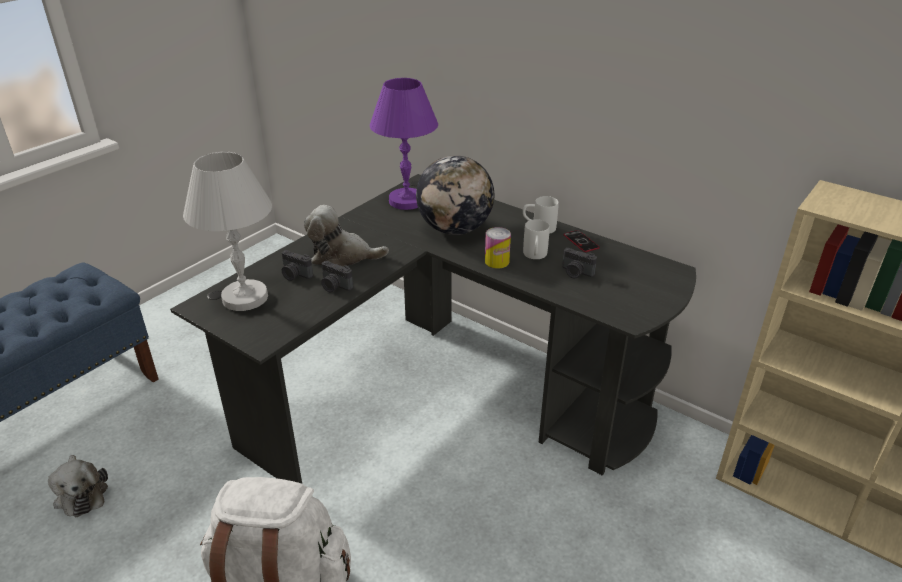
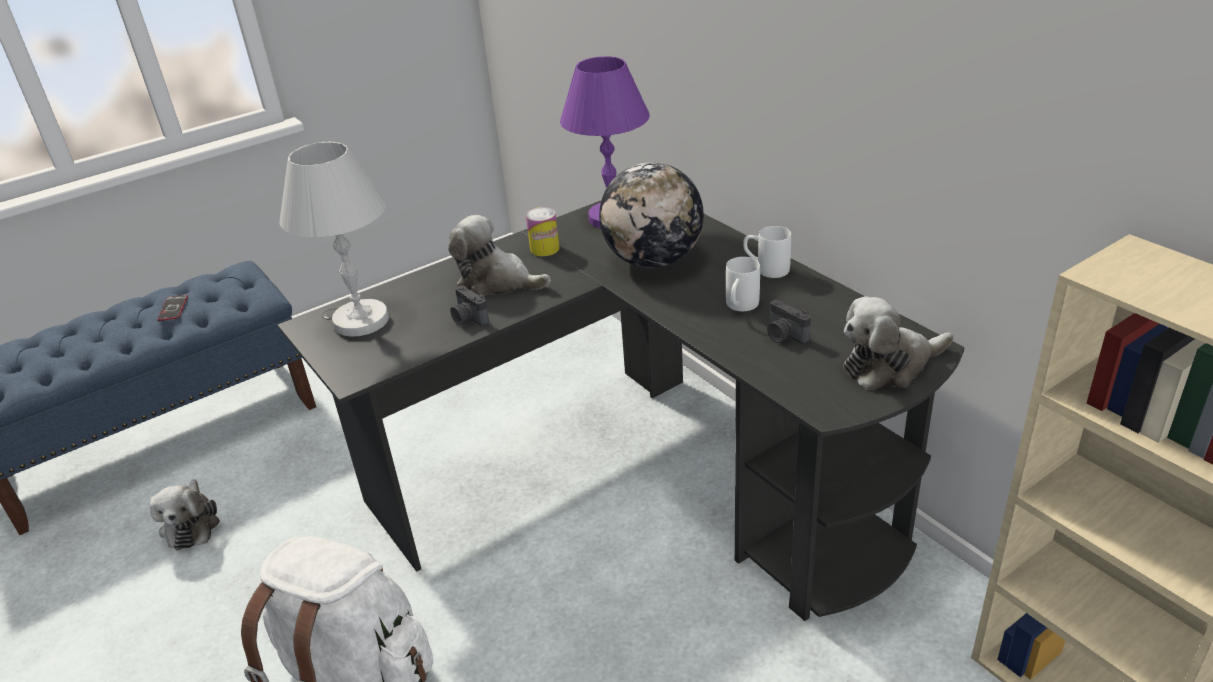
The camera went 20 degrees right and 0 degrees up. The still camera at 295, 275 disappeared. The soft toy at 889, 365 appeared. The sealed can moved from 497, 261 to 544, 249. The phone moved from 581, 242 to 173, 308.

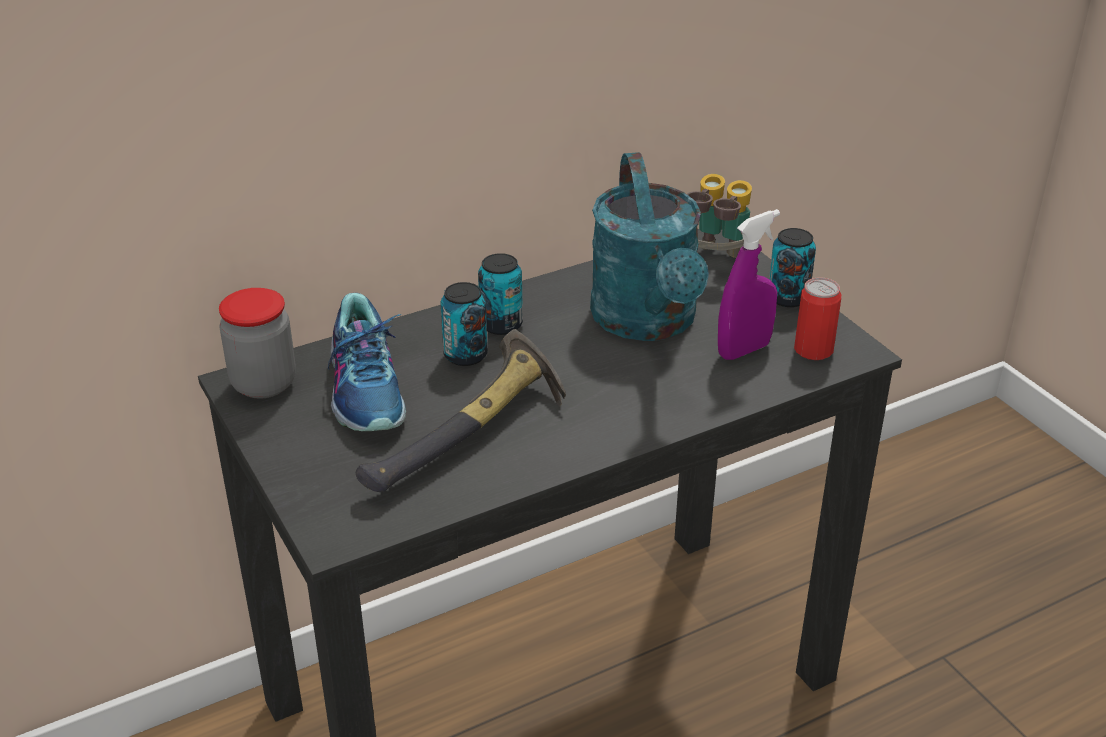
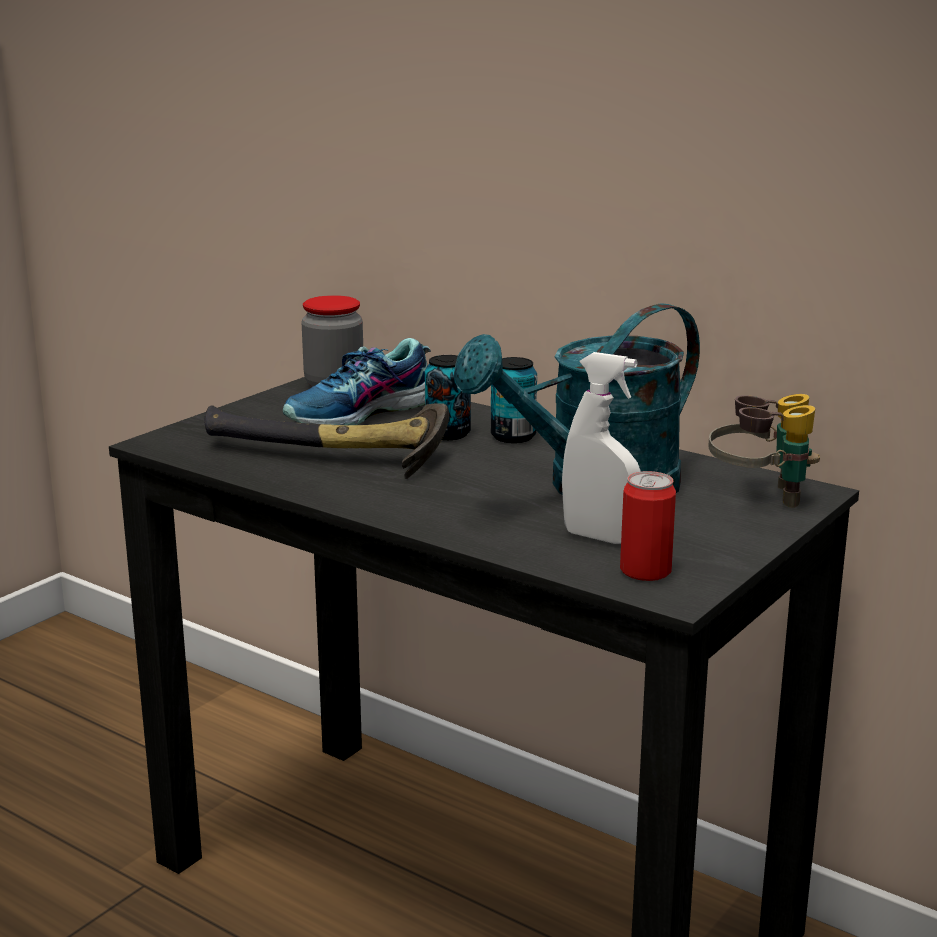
The camera went 65 degrees right and 15 degrees down. The sealed can at 788, 297 disappeared. The hand sprayer/purple-coloured at 744, 350 became the hand sprayer/white-coloured at 599, 537.

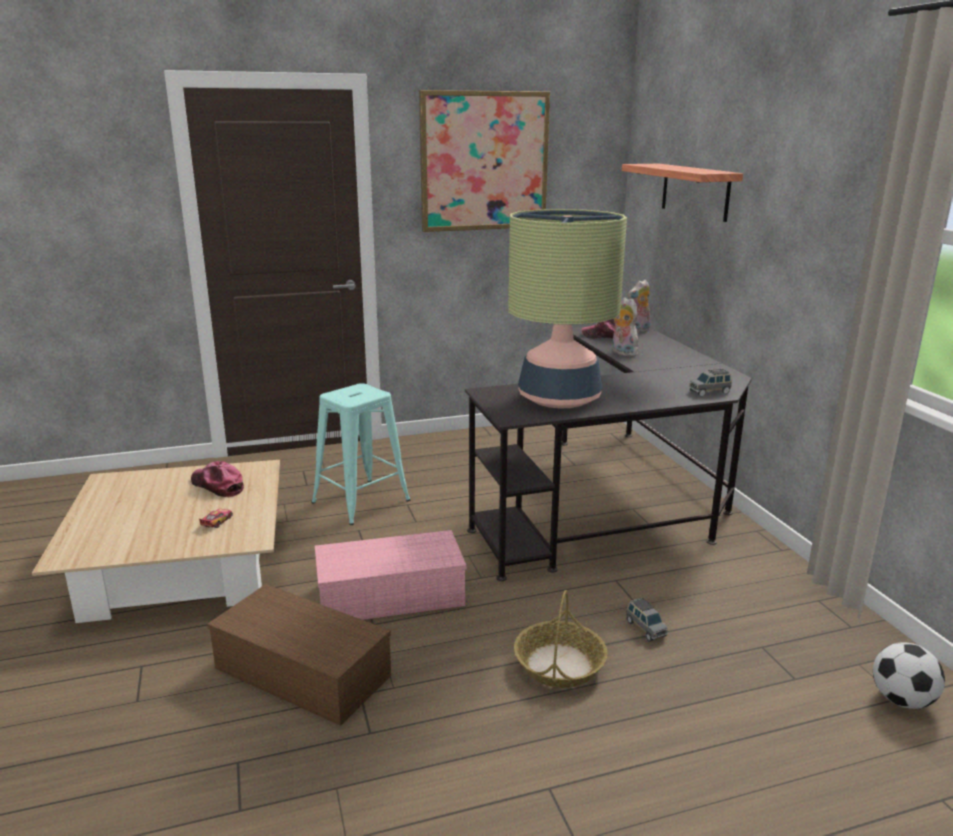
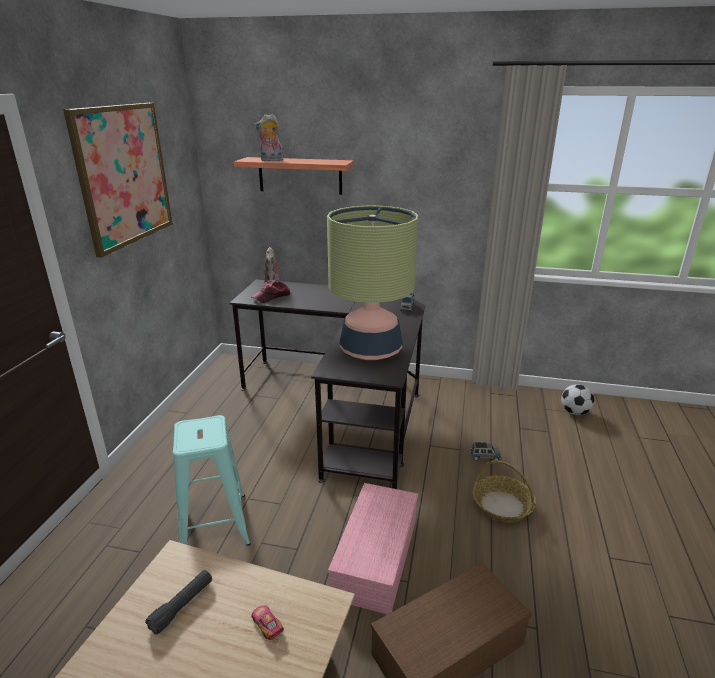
The camera went 60 degrees left and 5 degrees up. The soft toy moved from 622, 353 to 271, 160. The cap at 217, 486 was replaced by the torch/blackish at 182, 606.

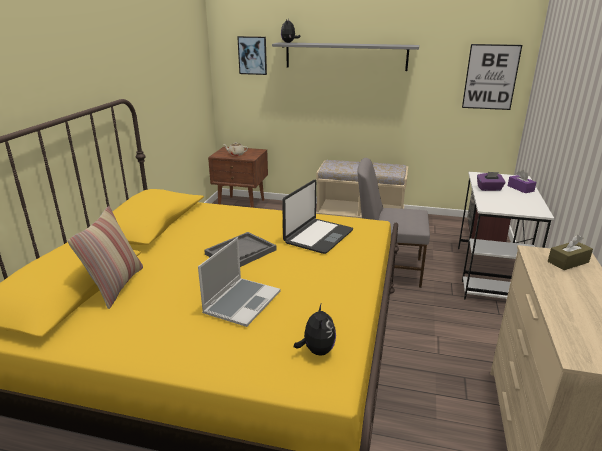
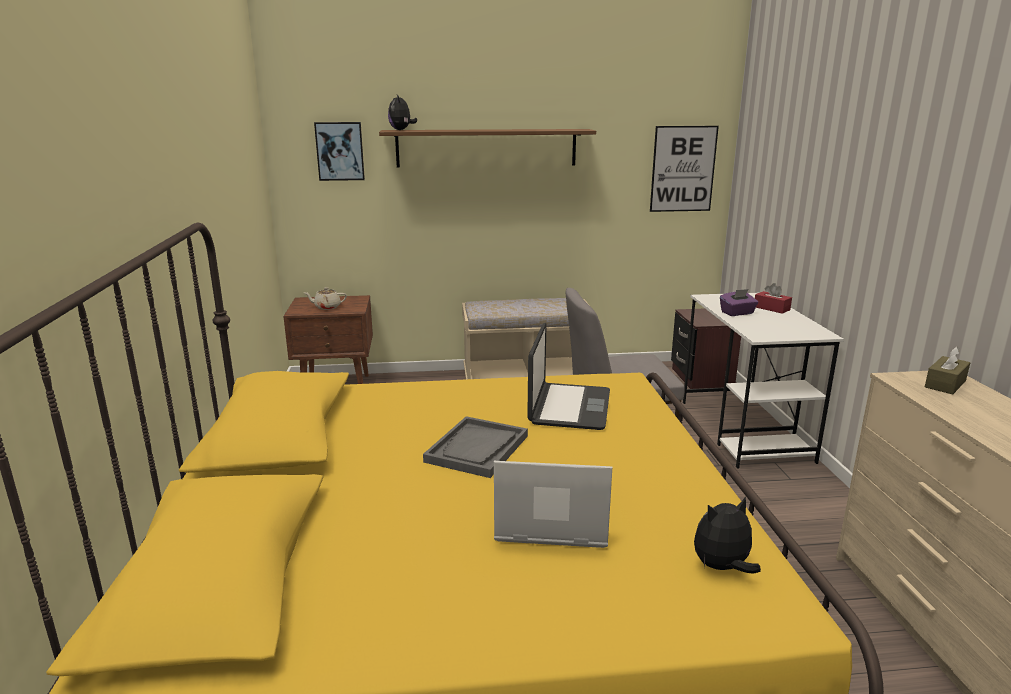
The camera went 20 degrees left and 5 degrees down. The pillow at 116, 286 disappeared. The shelf/grey at 345, 56 became the shelf/brown-coloured at 486, 148. The box of tissues/purple-coloured at 520, 188 became the box of tissues/red at 771, 308. The notebook computer at 242, 302 turned 90 degrees counterclockwise. The soft toy at 317, 350 turned 90 degrees counterclockwise.

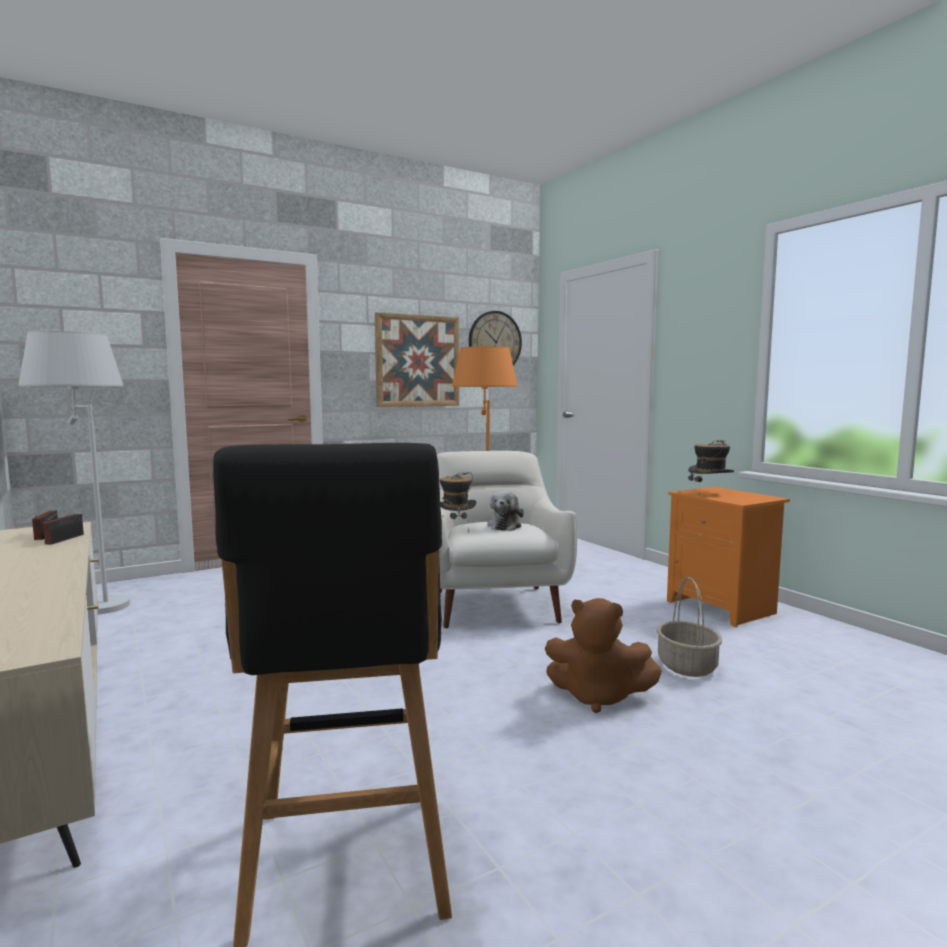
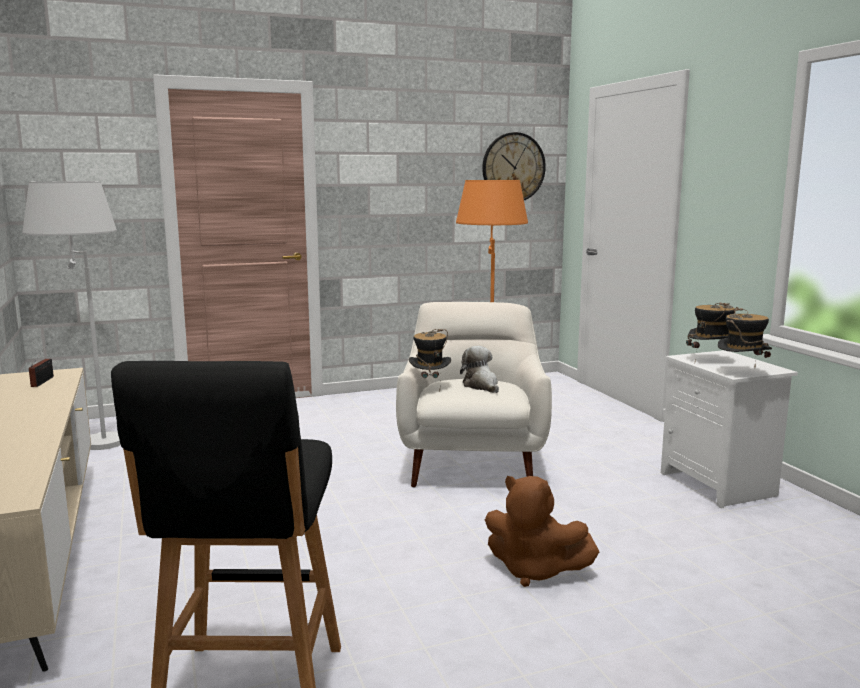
The camera went 10 degrees right and 5 degrees up. The radio at 67, 538 disappeared. The wall picture at 417, 361 disappeared. The household basket at 686, 665 disappeared. The hat at 742, 372 appeared. The nightstand/orangey at 723, 608 became the nightstand/white-coloured at 720, 485. The soft toy at 505, 526 turned 135 degrees clockwise.

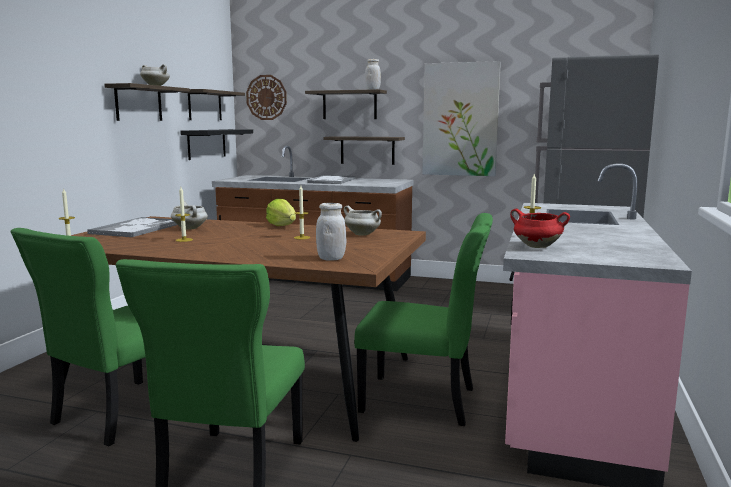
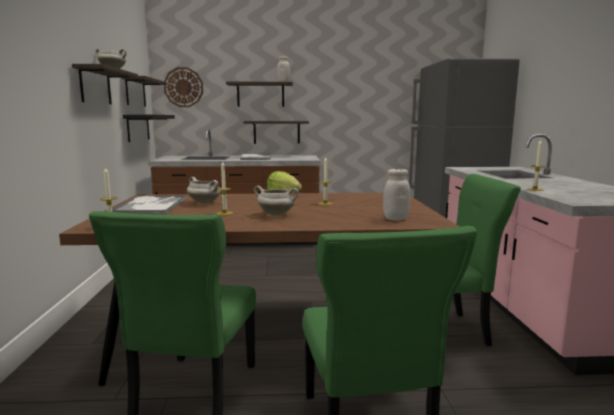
The camera went 20 degrees left and 0 degrees up. The wall picture at 460, 119 disappeared. The stockpot/red at 536, 247 disappeared. The stockpot/white-coloured moved from 363, 234 to 277, 214.

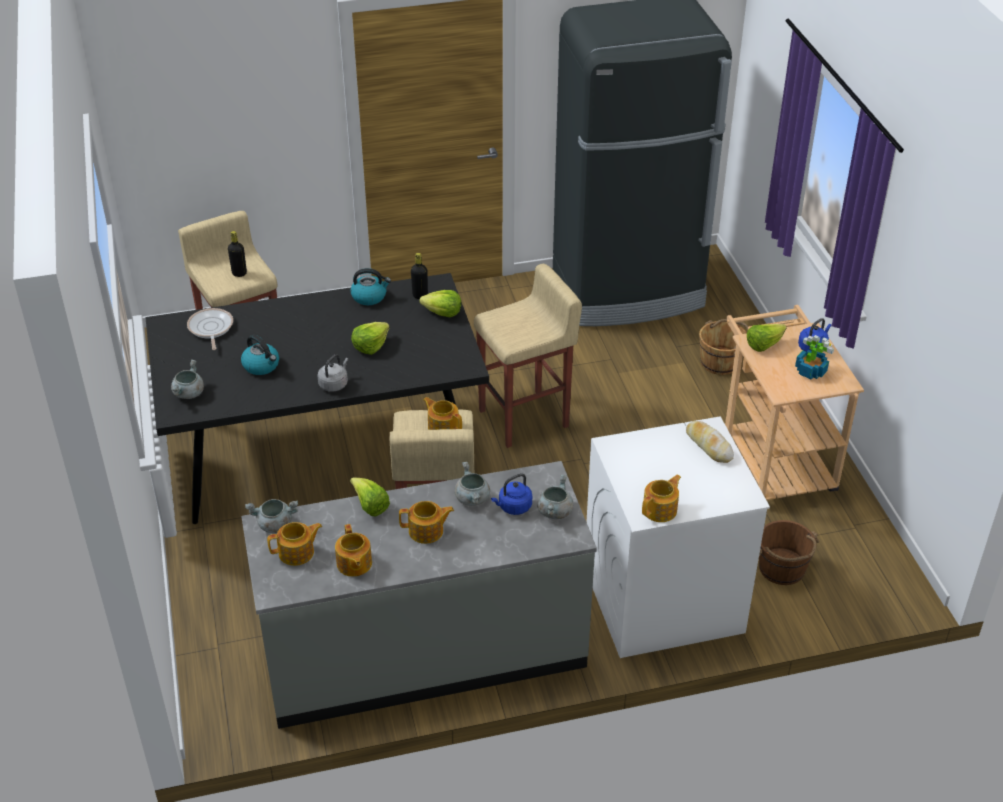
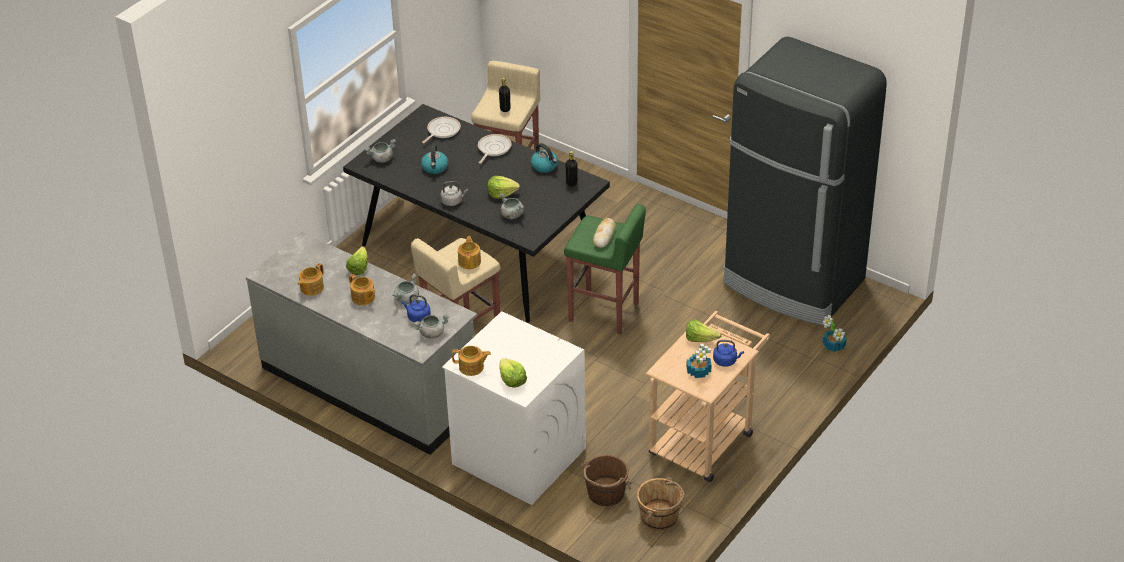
The camera went 50 degrees right and 0 degrees up. The pot for tea at 297, 553 disappeared. The frying pan at 493, 149 appeared. The houseplant at 834, 346 appeared. The stockpot/grey moved from 274, 525 to 511, 215. The lettuce head moved from 443, 313 to 512, 380. The baked bread moved from 708, 445 to 604, 236. The water bucket/brown-coloured moved from 721, 362 to 660, 517. The stool/sand-coloured at 525, 418 became the stool/greenish at 604, 313.

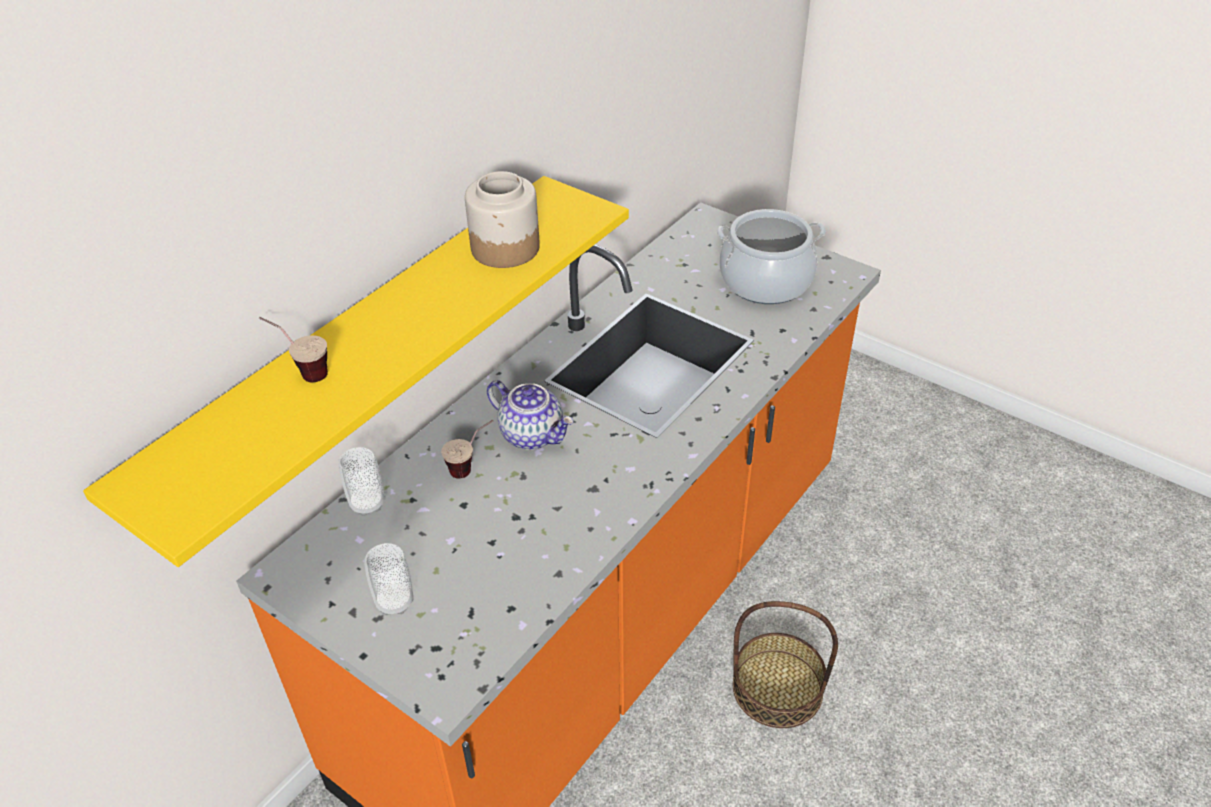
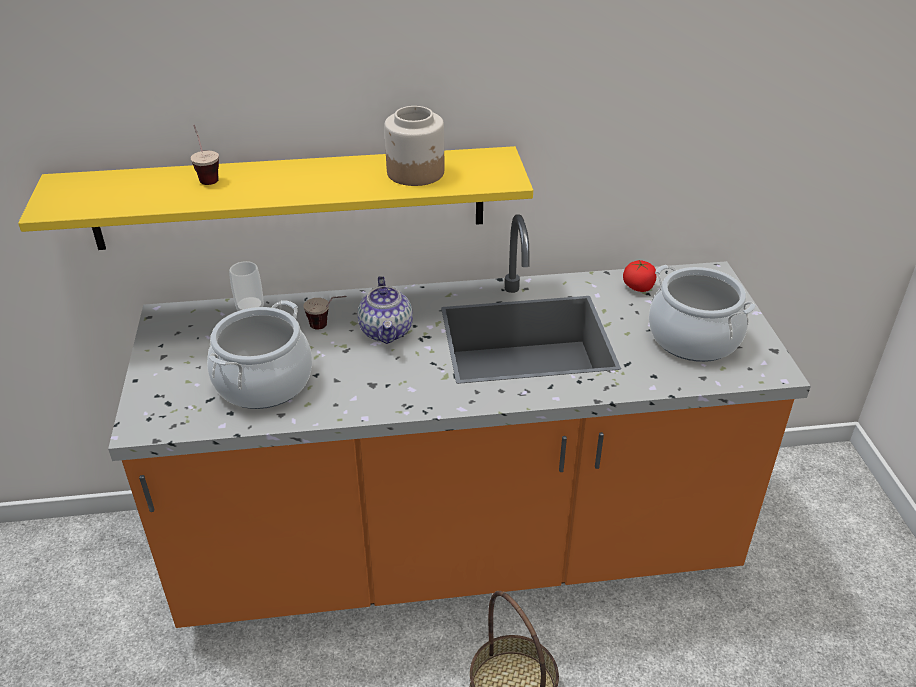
The camera went 45 degrees right and 5 degrees down. The drinking cup at 394, 602 disappeared. The stockpot at 263, 382 appeared. The tomato at 638, 287 appeared.

